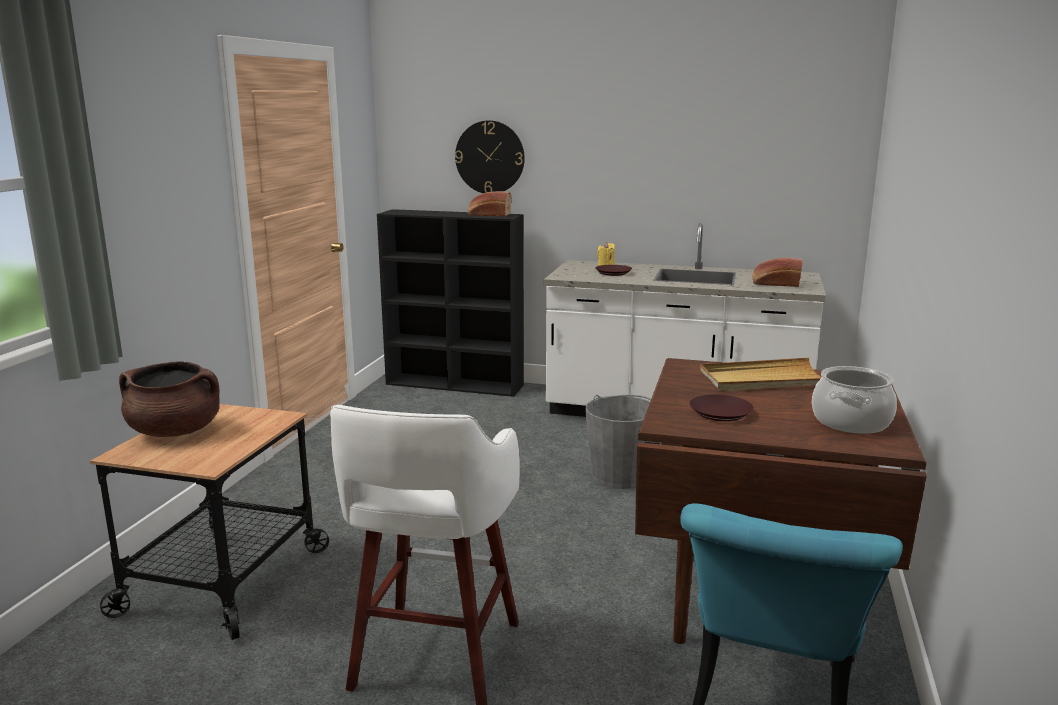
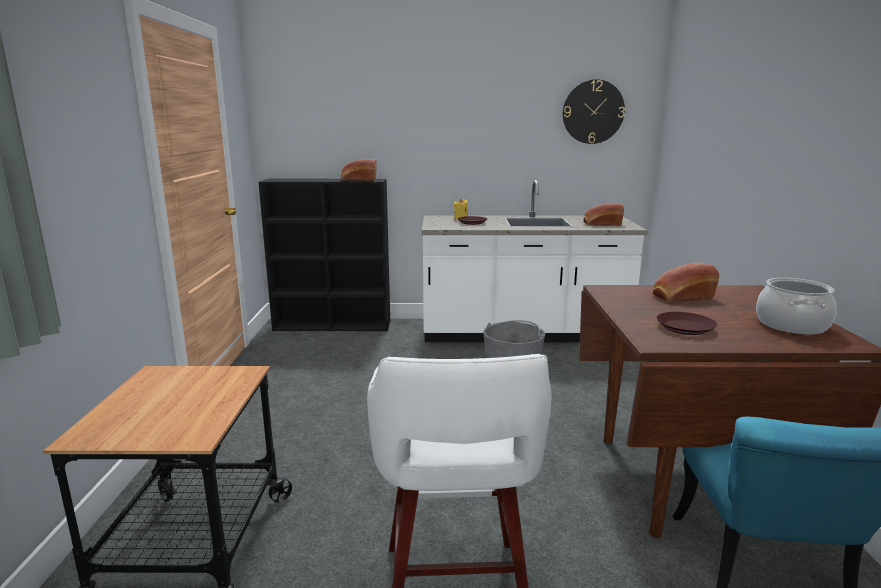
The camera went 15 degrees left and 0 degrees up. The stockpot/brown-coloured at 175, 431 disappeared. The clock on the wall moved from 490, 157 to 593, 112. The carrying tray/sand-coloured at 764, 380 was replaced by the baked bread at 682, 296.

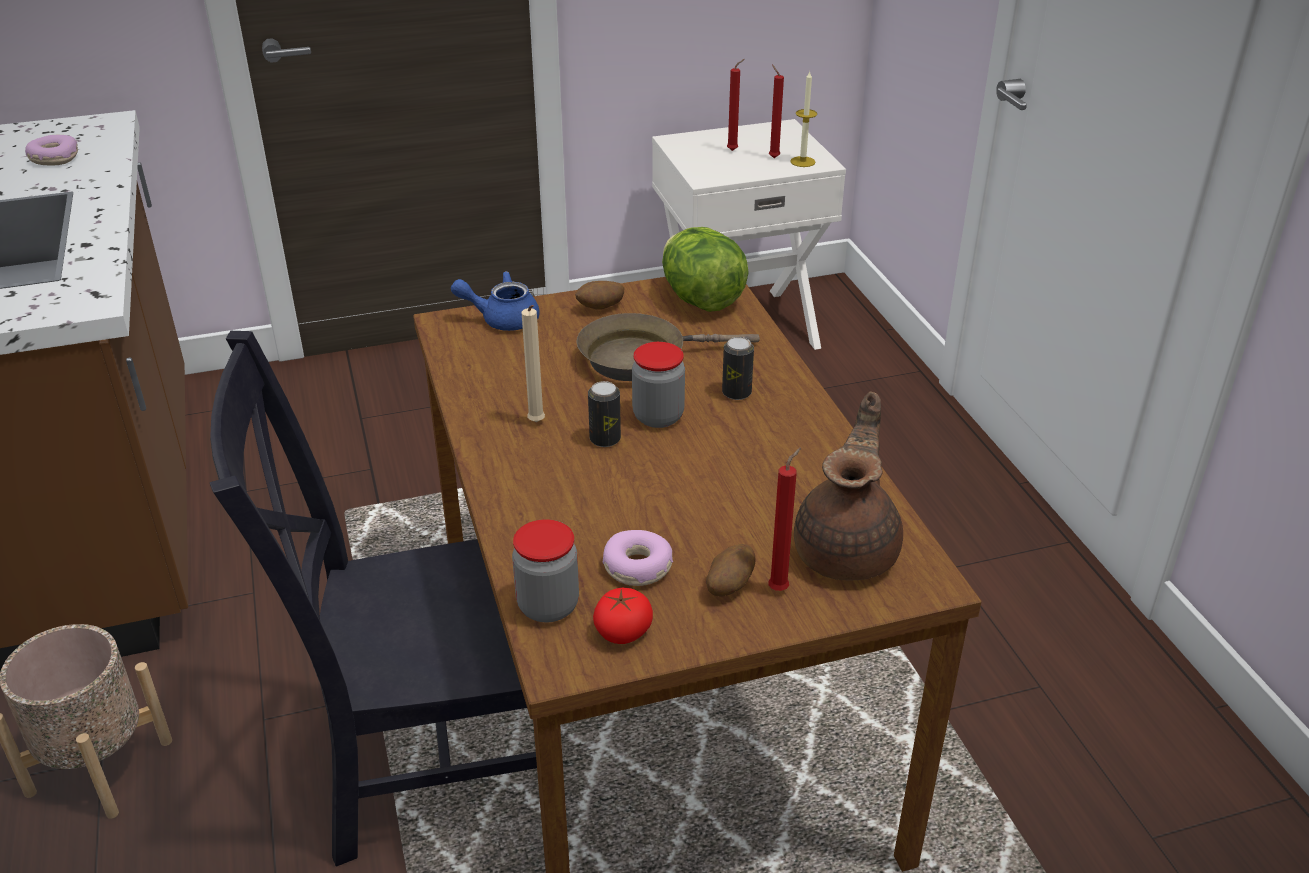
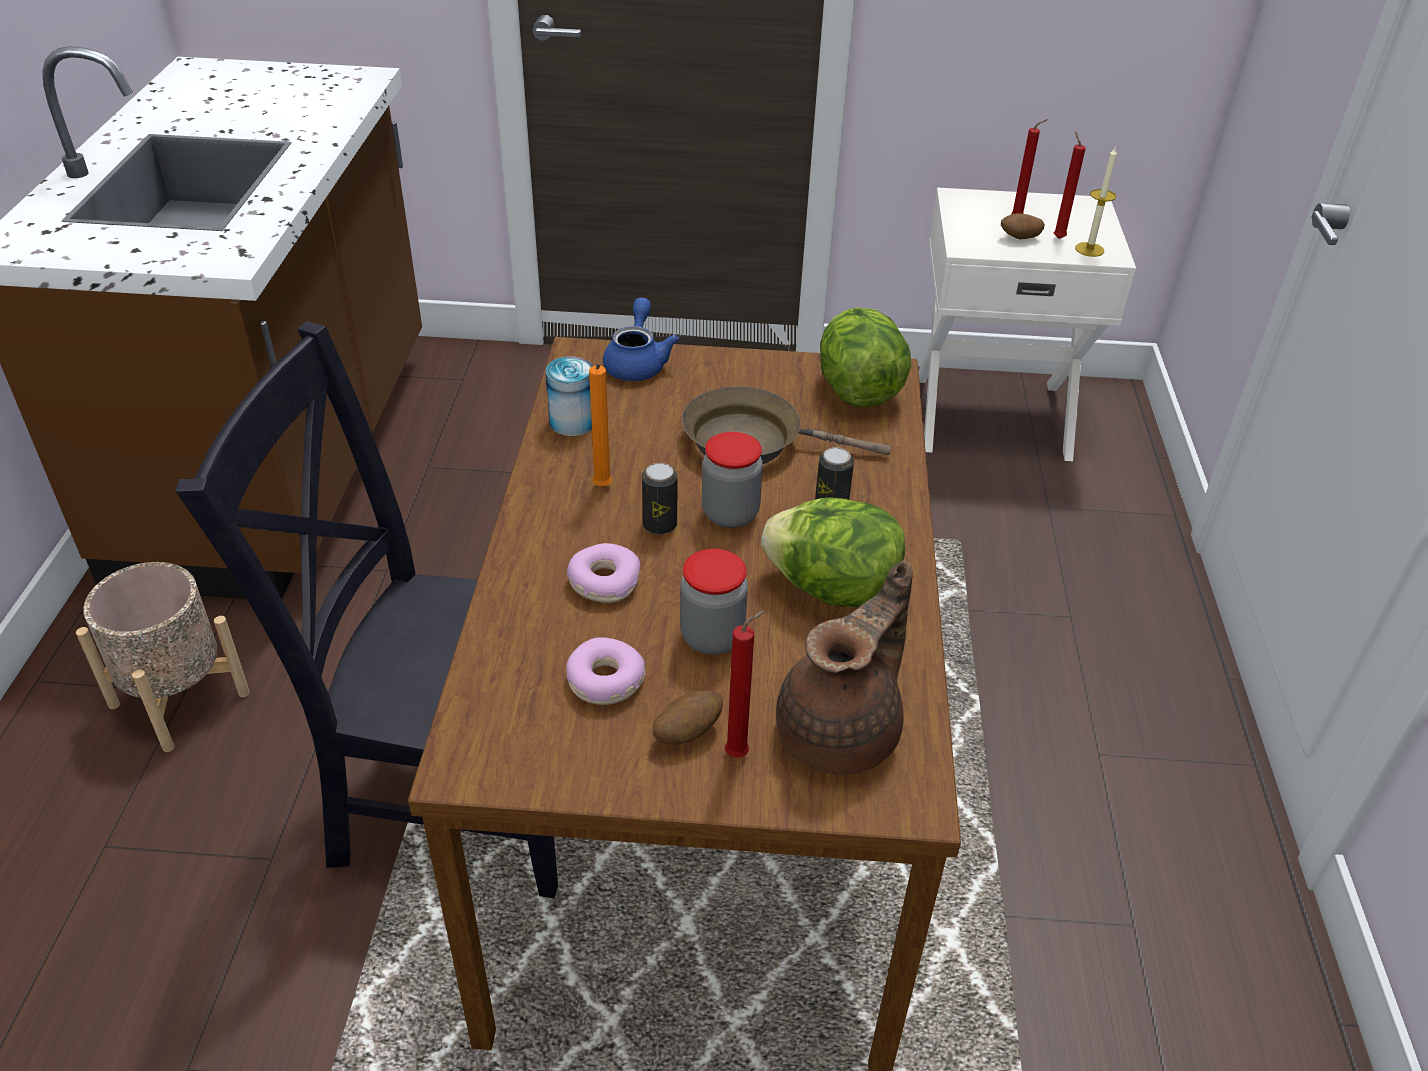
The camera went 20 degrees right and 5 degrees up. The tomato at 622, 631 disappeared. The sealed can at 572, 422 appeared. The lettuce head at 832, 589 appeared. The donut moved from 54, 158 to 604, 582. The storage jar moved from 548, 606 to 712, 637. The spud moved from 600, 308 to 1019, 238. The candle/sand-coloured at 537, 424 became the candle/orangey at 602, 488. The pot for tea/bluish at 502, 319 turned 75 degrees clockwise.

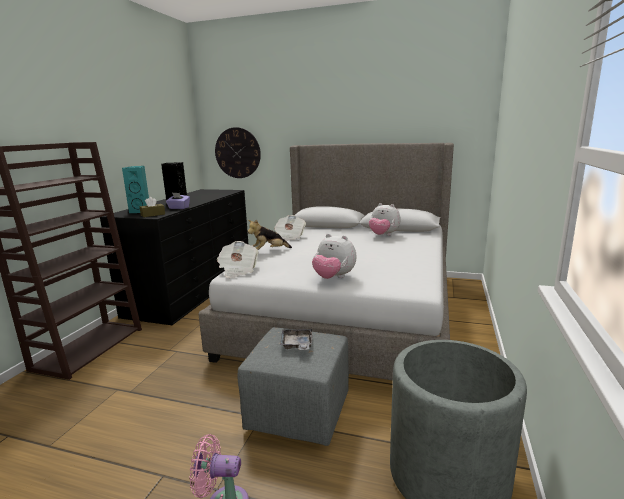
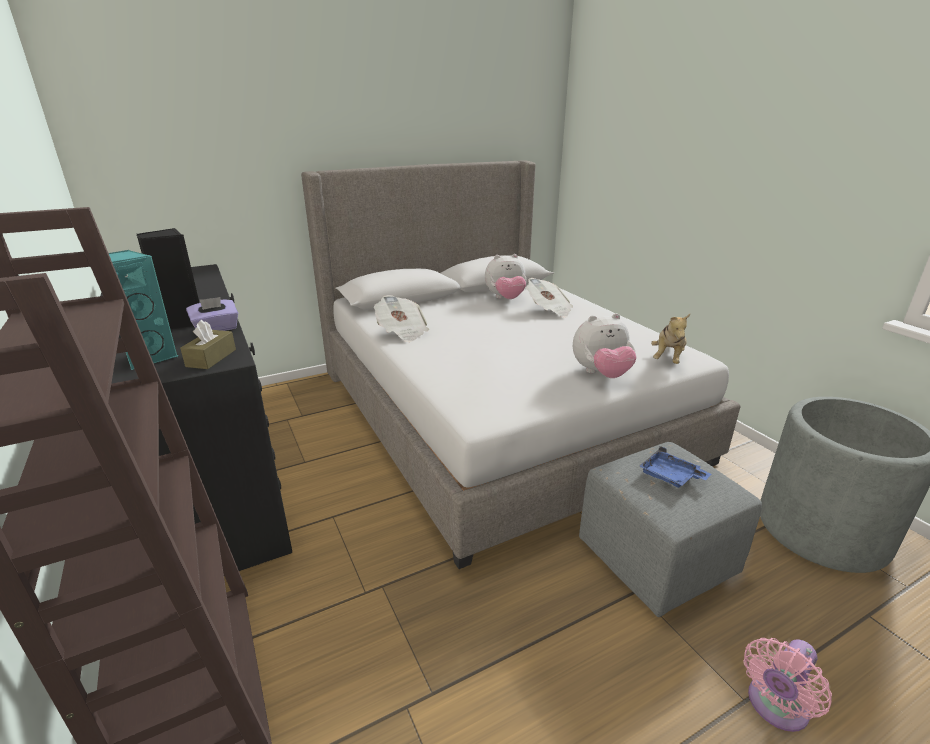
The camera went 45 degrees left and 10 degrees up. The clock on the wall at 237, 153 disappeared. The daily paper moved from 238, 270 to 549, 310. The soft toy moved from 269, 251 to 668, 359. The carrying tray/grey at 297, 345 became the carrying tray/bluish at 670, 476.

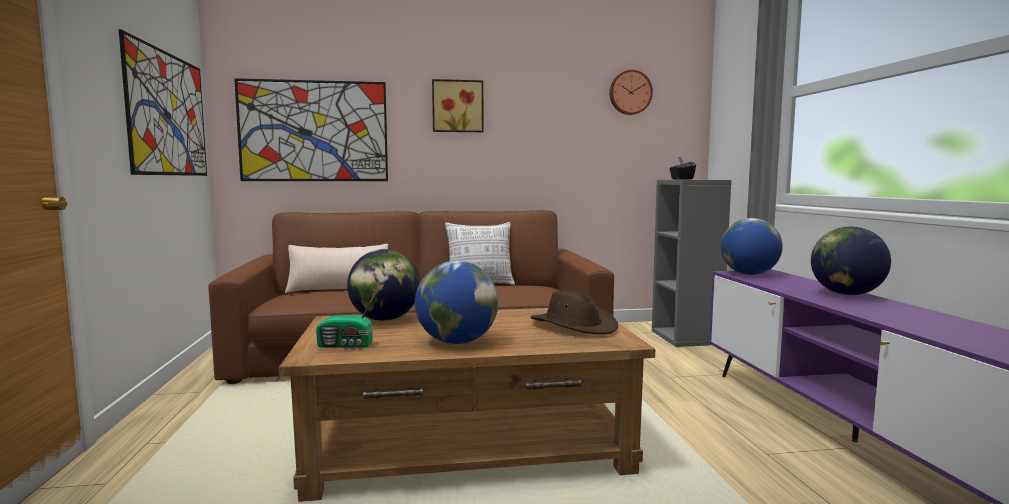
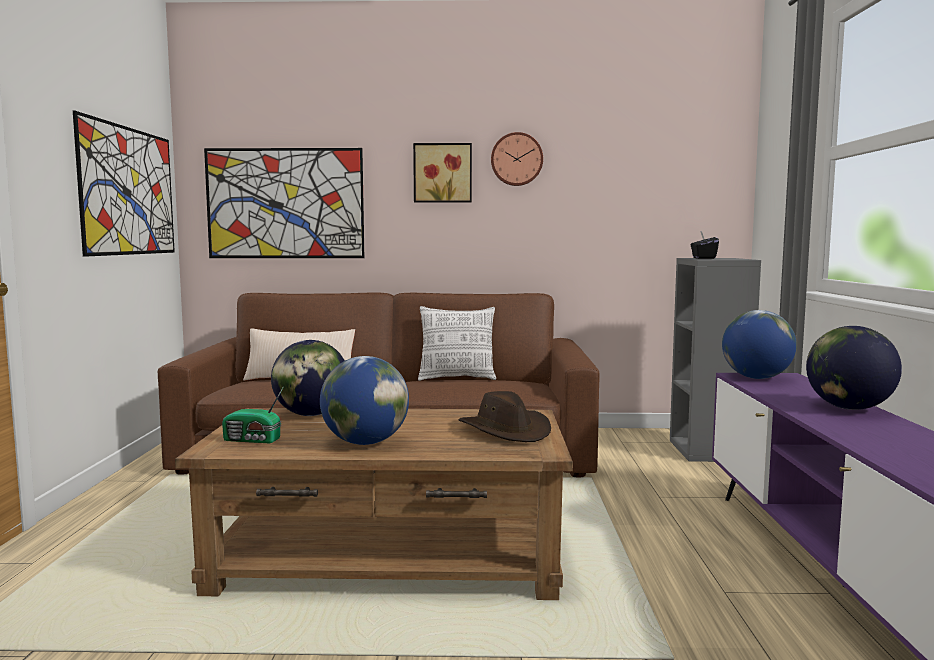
The camera went 10 degrees right and 0 degrees up. The clock on the wall moved from 630, 92 to 516, 159.

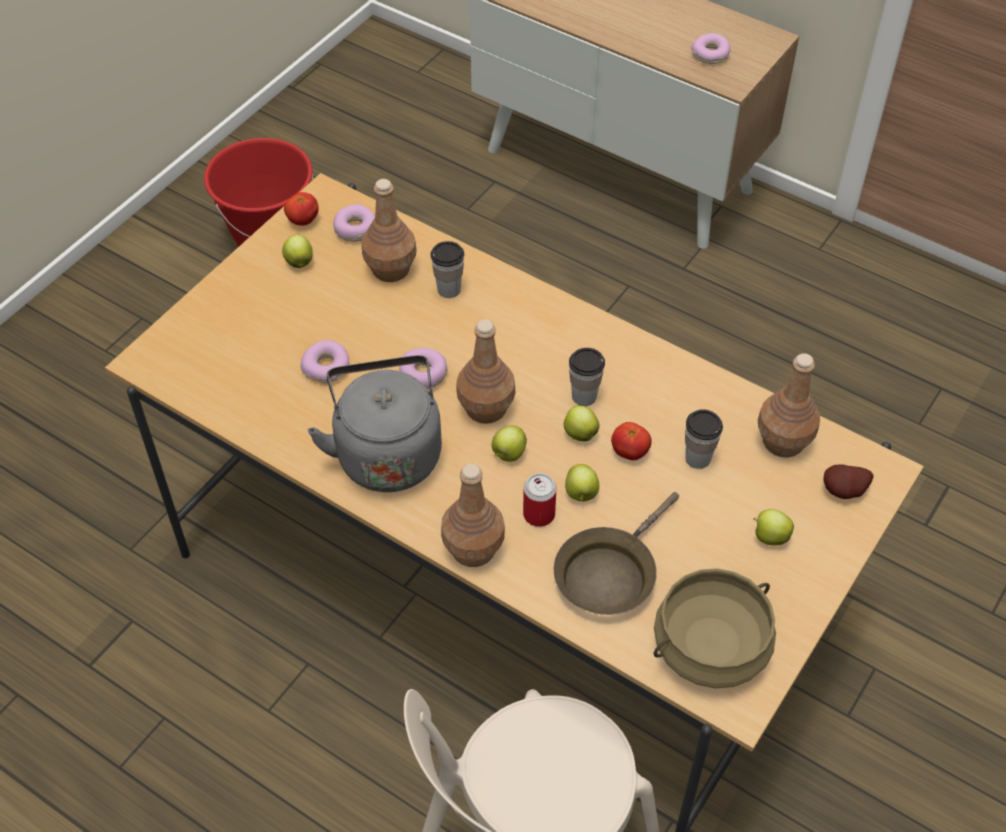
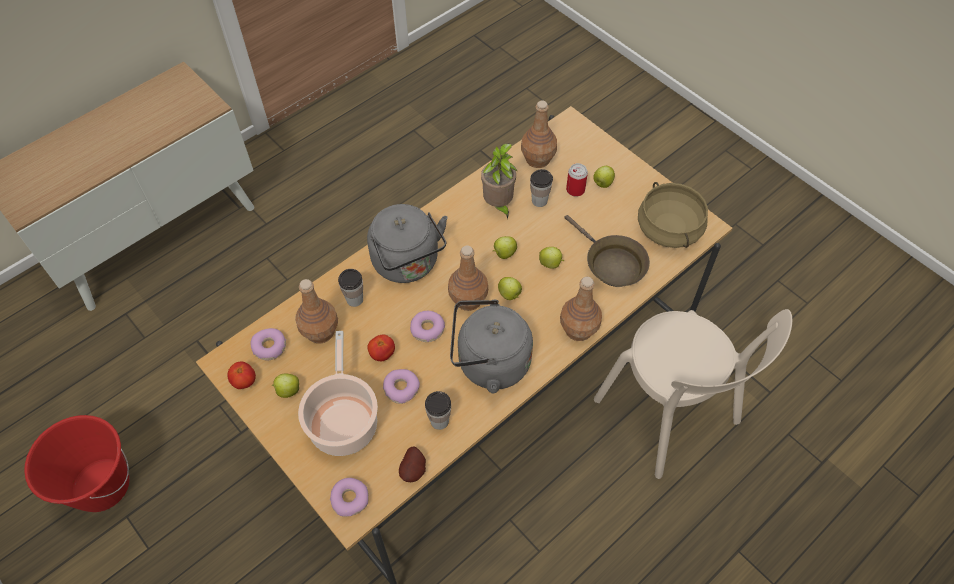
The camera went 75 degrees left and 5 degrees up. The stockpot at 343, 421 appeared. The water kettle/grey at 408, 264 appeared. The houseplant at 498, 205 appeared. The sealed can moved from 539, 514 to 575, 190. The drinking cup moved from 584, 396 to 439, 421. The tomato moved from 630, 452 to 382, 354. The donut moved from 710, 55 to 350, 499. The spud moved from 845, 492 to 414, 470.

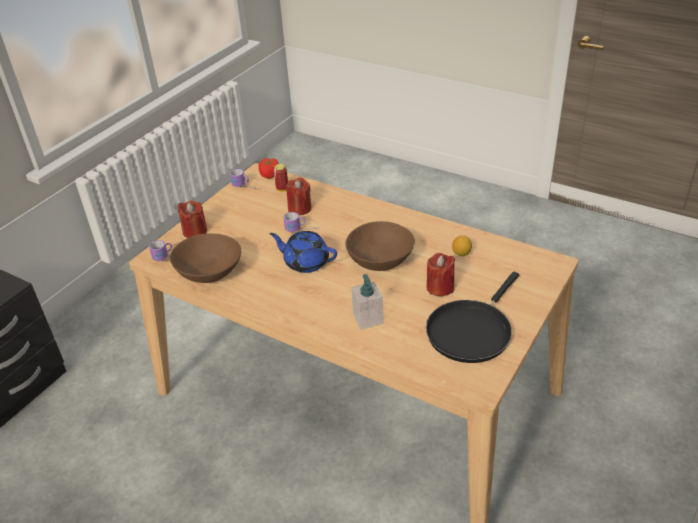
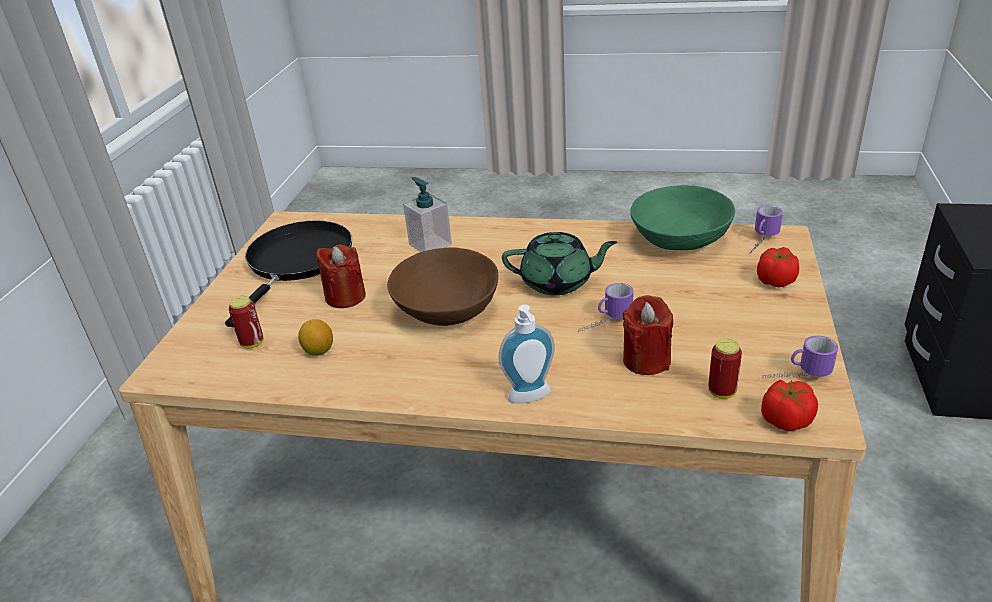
The camera went 160 degrees right and 5 degrees down. The sealed can at 252, 343 appeared. The soap dispenser at 531, 398 appeared. The candle/red at 195, 231 was replaced by the tomato at 776, 281. The serving bowl/brown-coloured at 209, 273 became the serving bowl/greenish at 680, 240. The pot for tea/bluish at 305, 262 became the pot for tea/greenish at 558, 282.

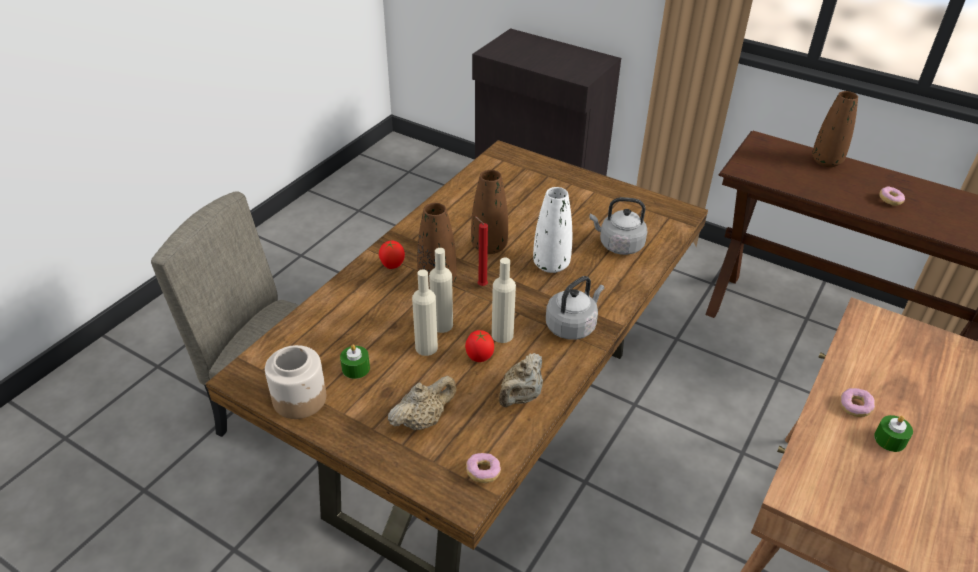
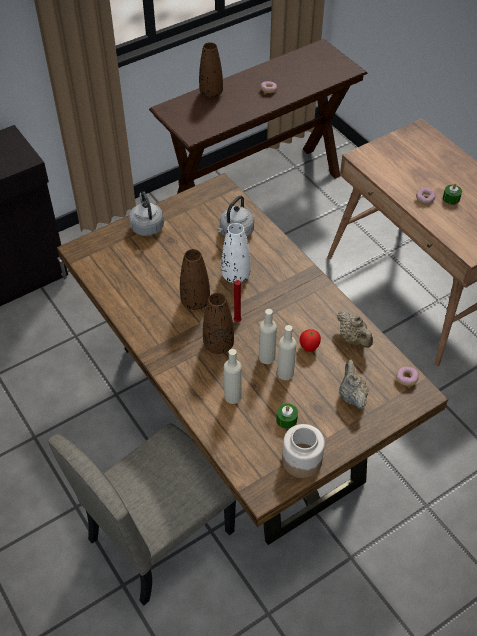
The camera went 65 degrees left and 10 degrees up. The tomato at 392, 266 disappeared. The bottle/sand-coloured moved from 502, 335 to 232, 396. The water kettle/grey moved from 572, 326 to 147, 226.

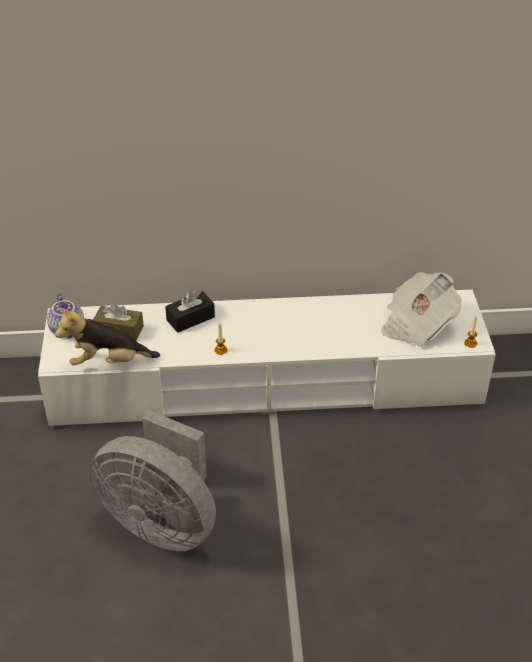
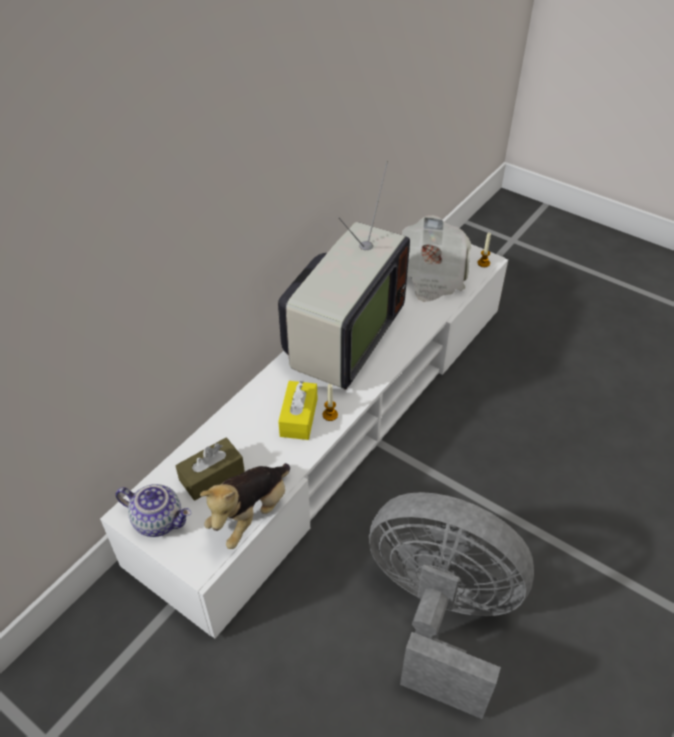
The camera went 50 degrees left and 5 degrees up. The box of tissues/blackish at 190, 318 disappeared. The TV set at 342, 340 appeared. The box of tissues/yellowish at 299, 417 appeared. The cooling fan/grey at 162, 522 turned 135 degrees counterclockwise.

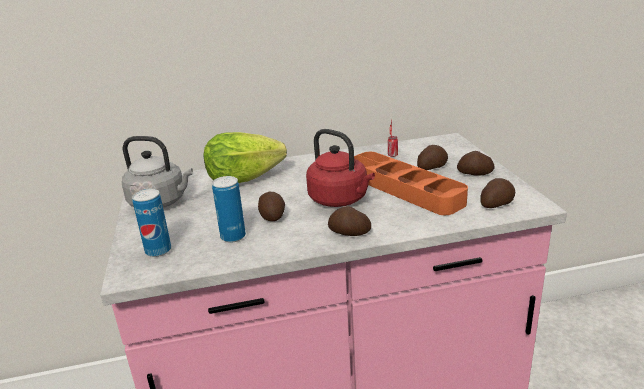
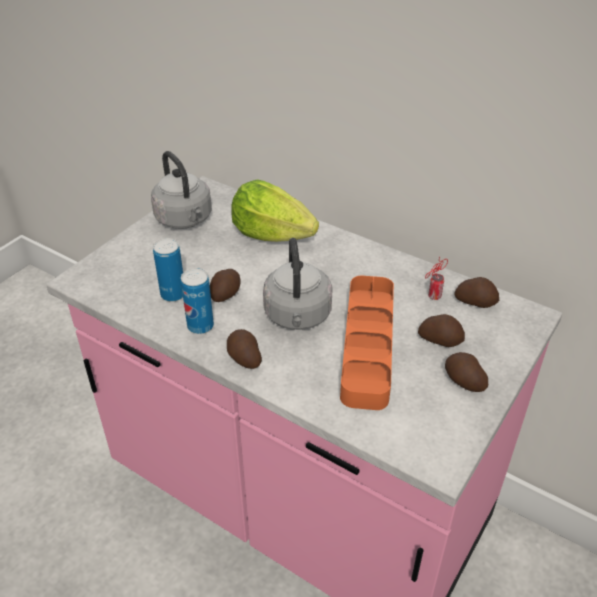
The camera went 45 degrees right and 15 degrees up. The sealed can moved from 158, 251 to 200, 326. The spud moved from 496, 204 to 475, 301. The water kettle/red at 340, 200 became the water kettle/grey at 298, 317.

